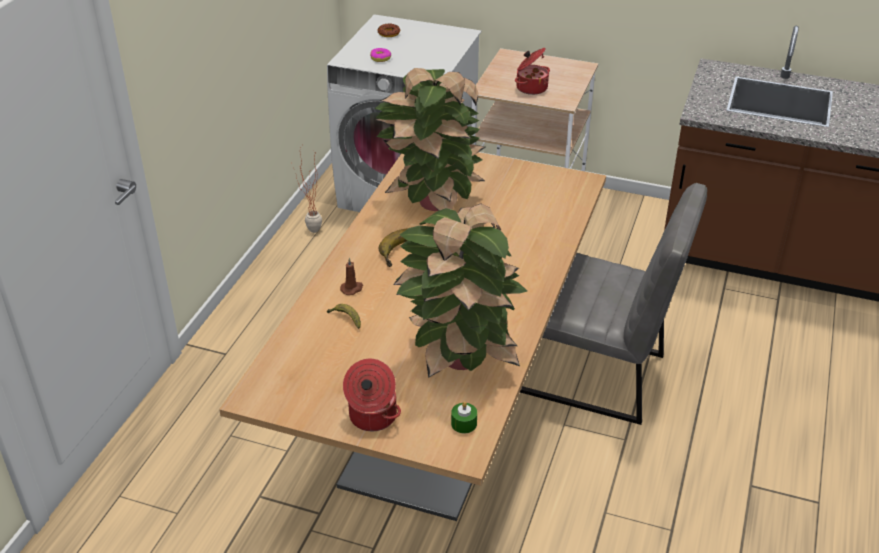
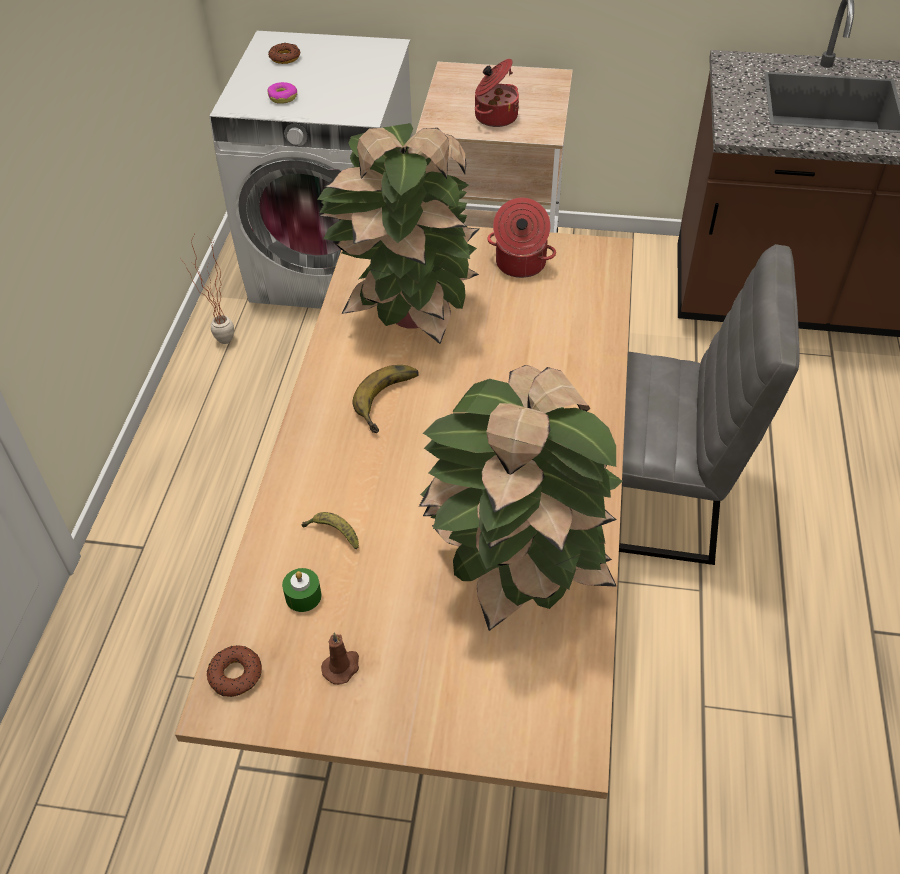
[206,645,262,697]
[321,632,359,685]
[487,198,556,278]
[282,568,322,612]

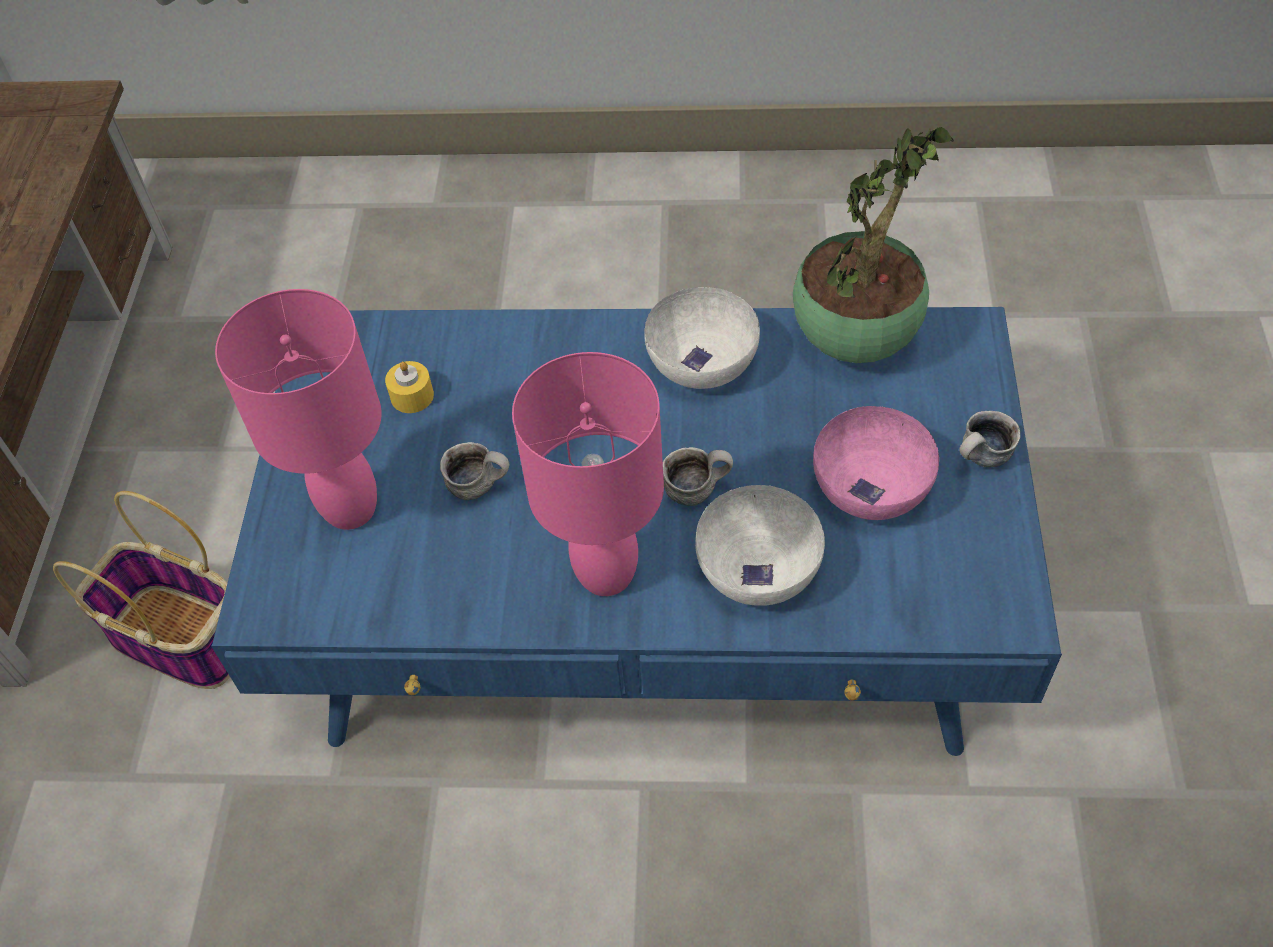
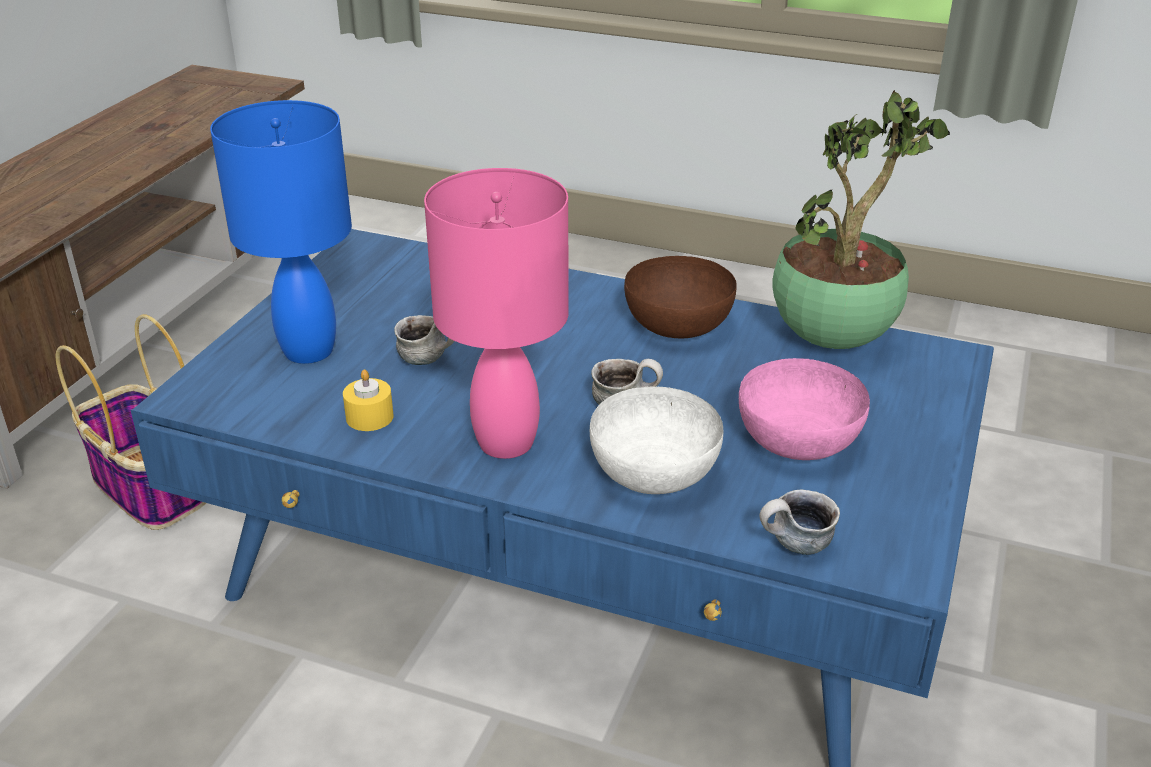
[343,369,394,431]
[760,489,840,555]
[210,100,352,364]
[624,256,737,338]

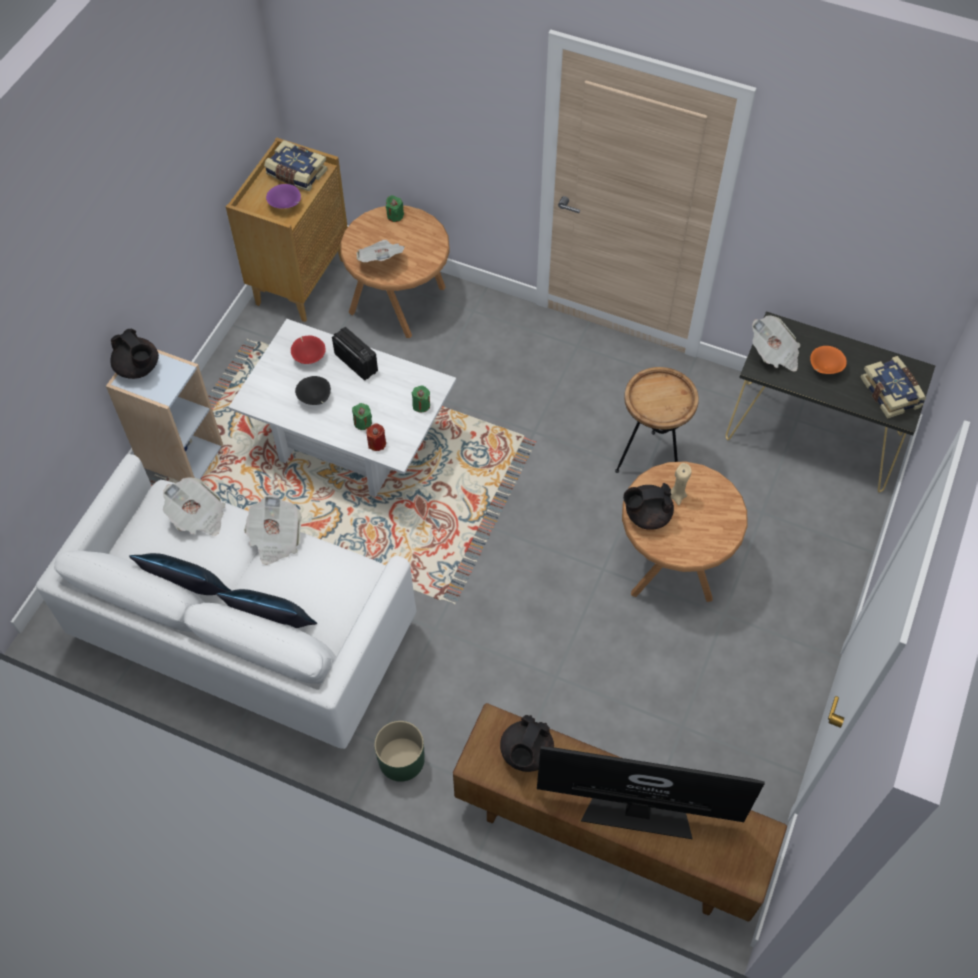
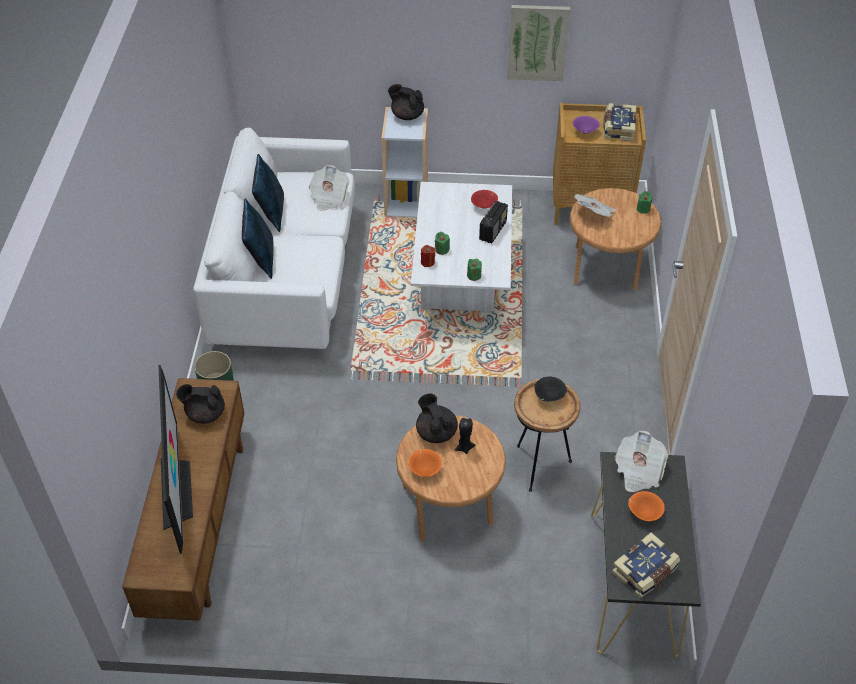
[244,495,302,565] (first image)
[409,449,442,477]
[507,5,570,81]
[534,376,567,402]
[455,418,476,454]
[388,84,424,120]

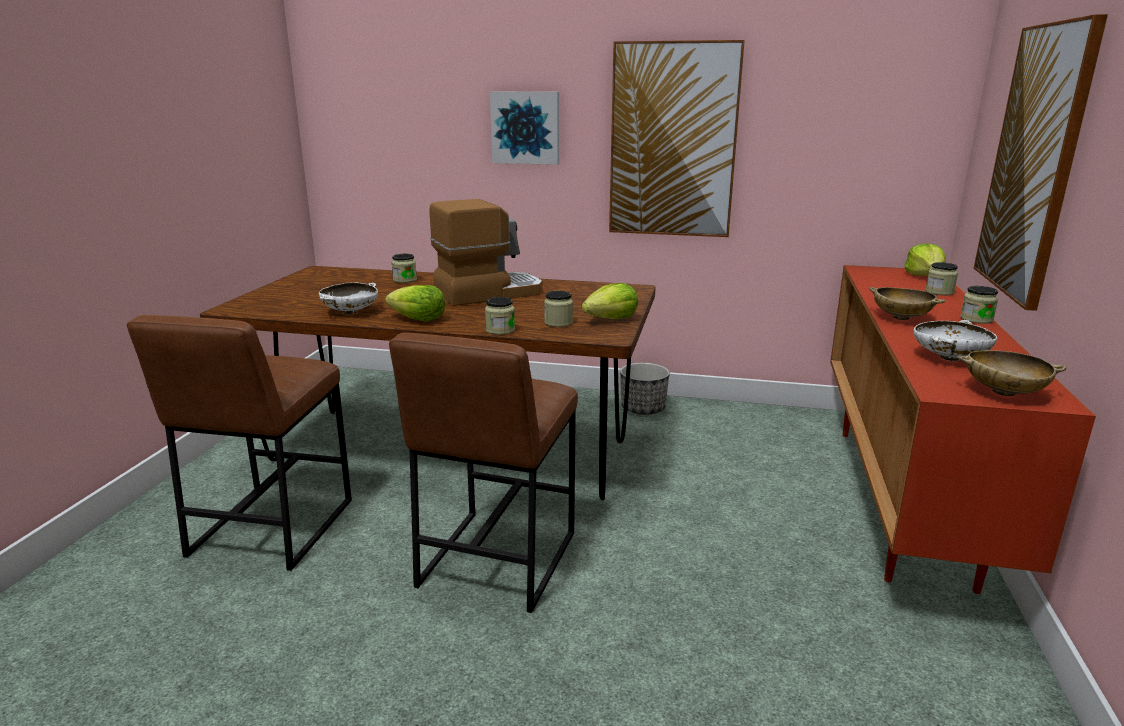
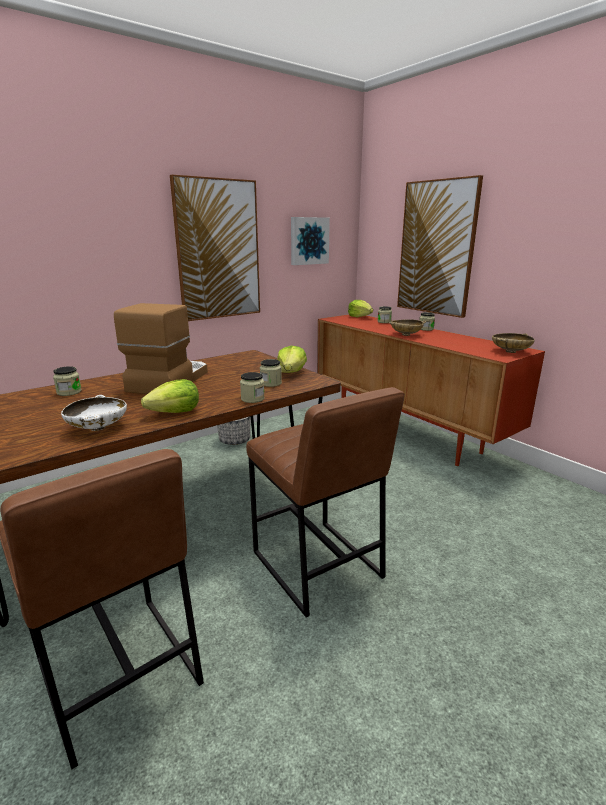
[913,320,997,361] (first image)
[291,217,330,265]

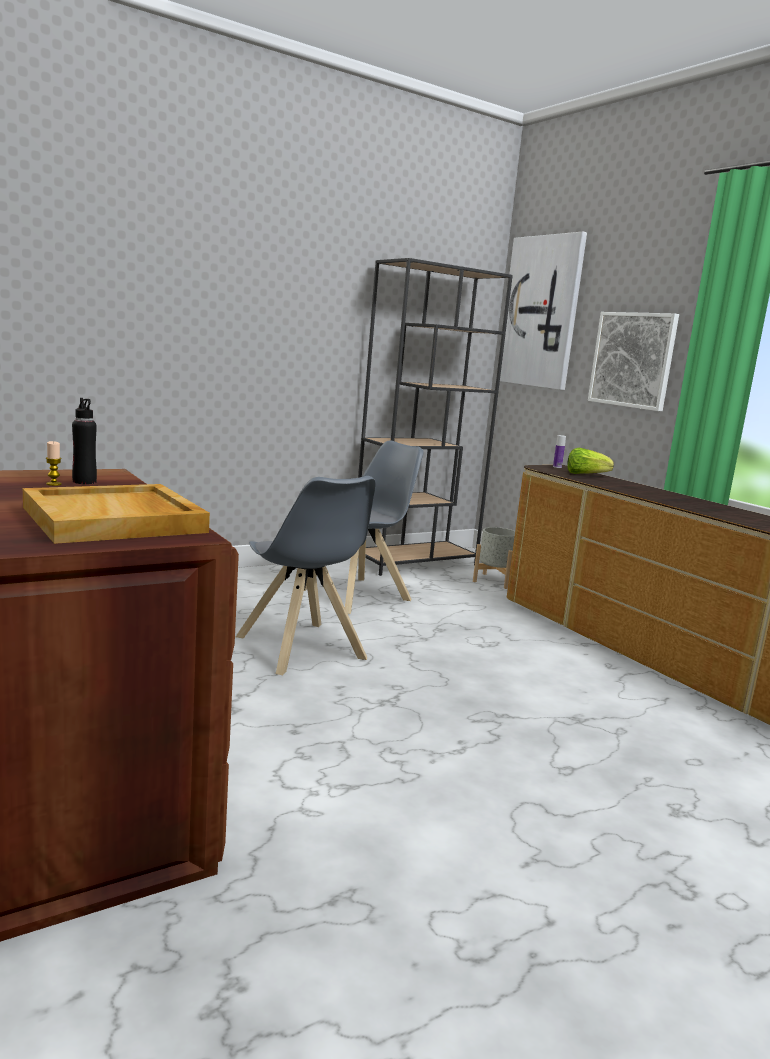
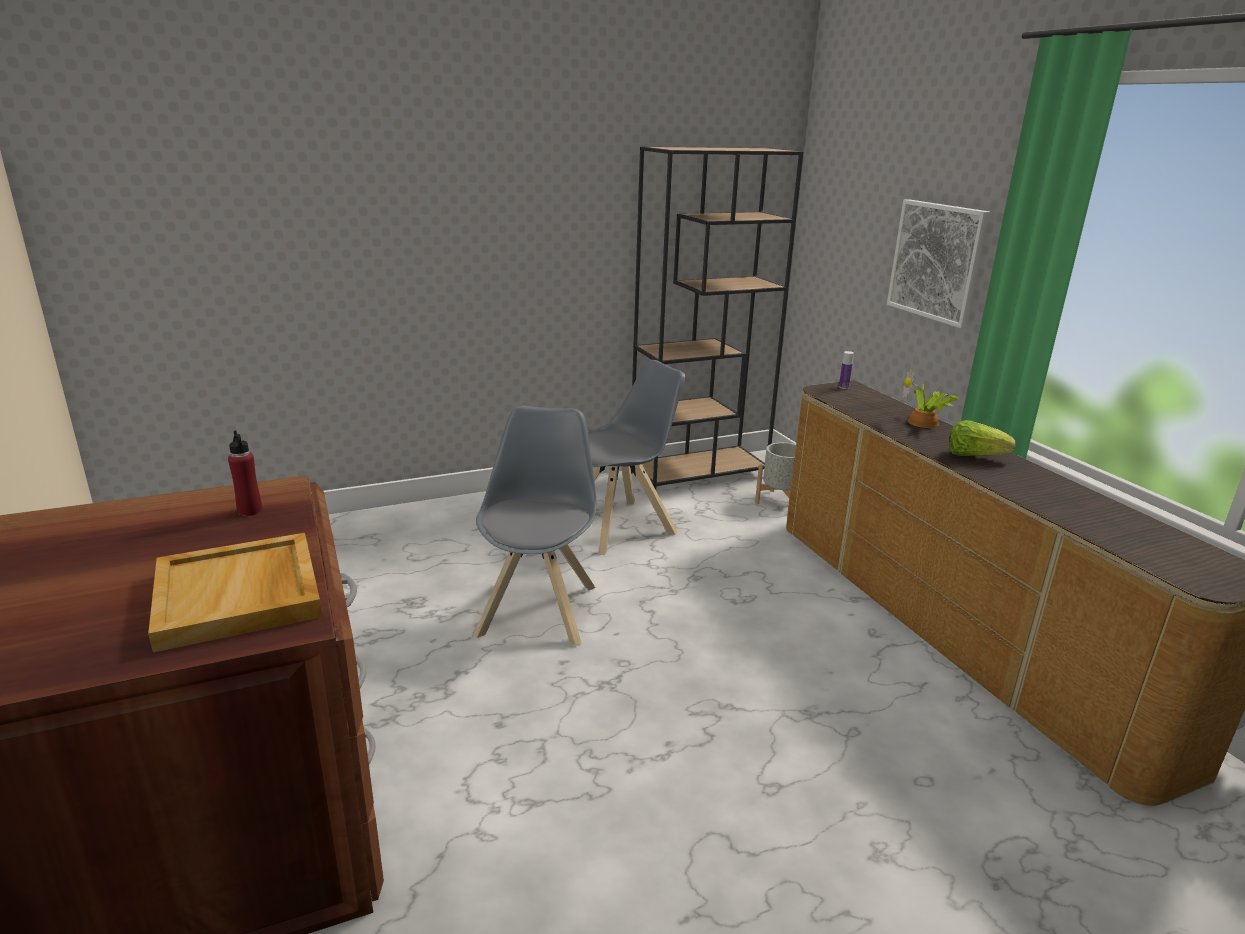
[46,441,62,486] (first image)
[500,232,587,390] (first image)
[903,367,959,428]
[949,420,1016,456]
[228,431,262,516]
[474,406,596,647]

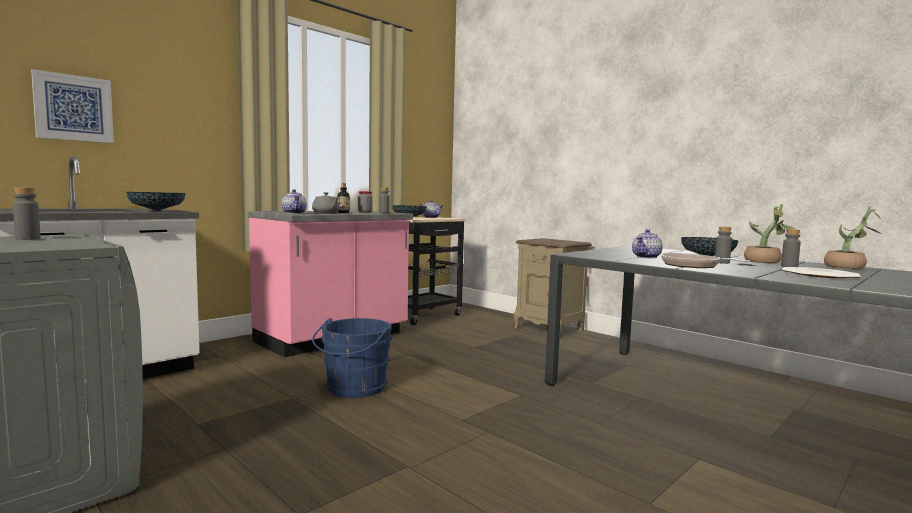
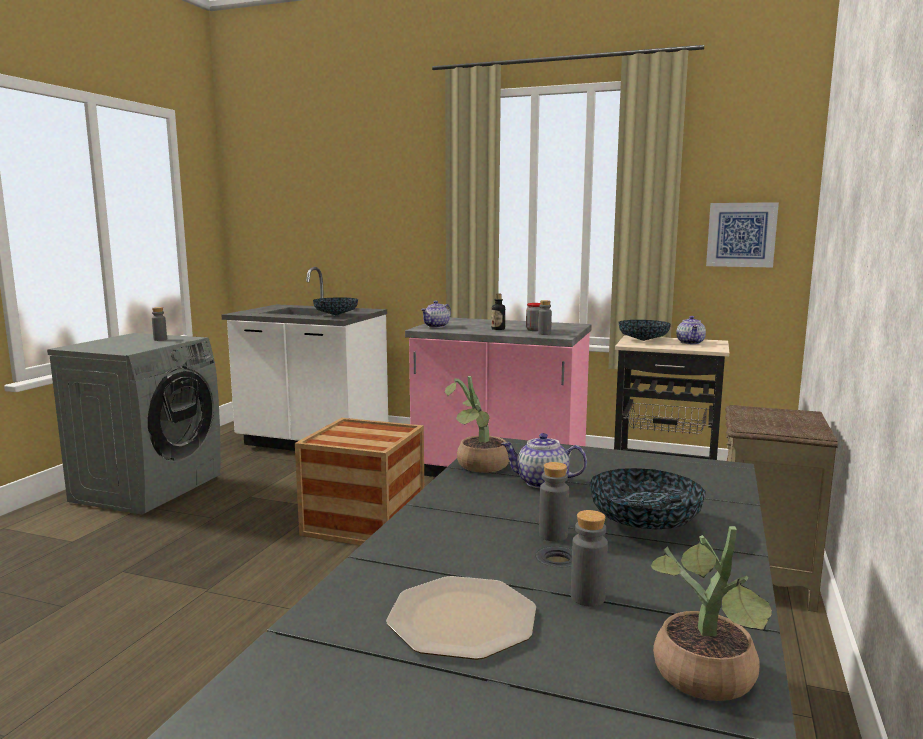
[312,192,340,214] (first image)
[661,253,750,268] (first image)
[706,202,779,267]
[445,376,509,473]
[295,418,424,545]

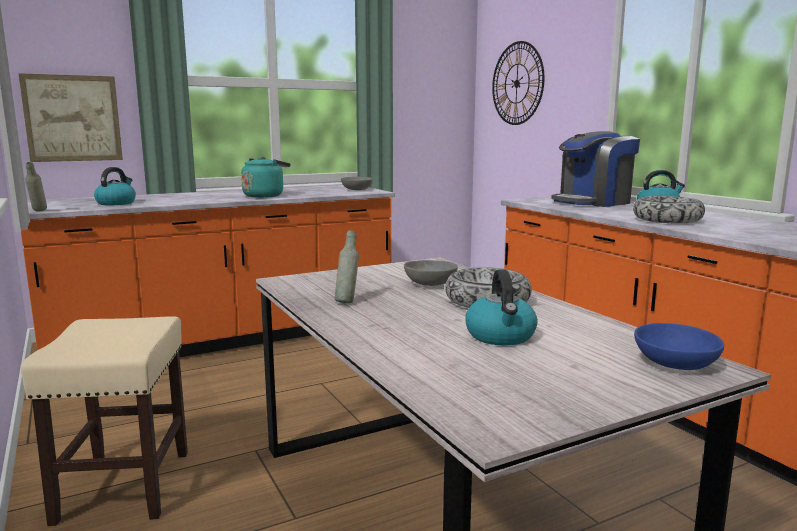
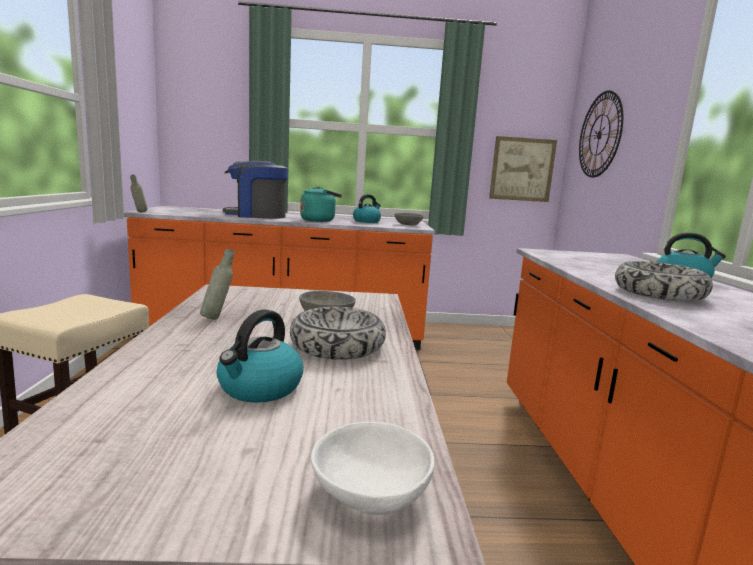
[489,136,557,202]
[353,194,381,223]
[223,161,288,219]
[311,422,435,515]

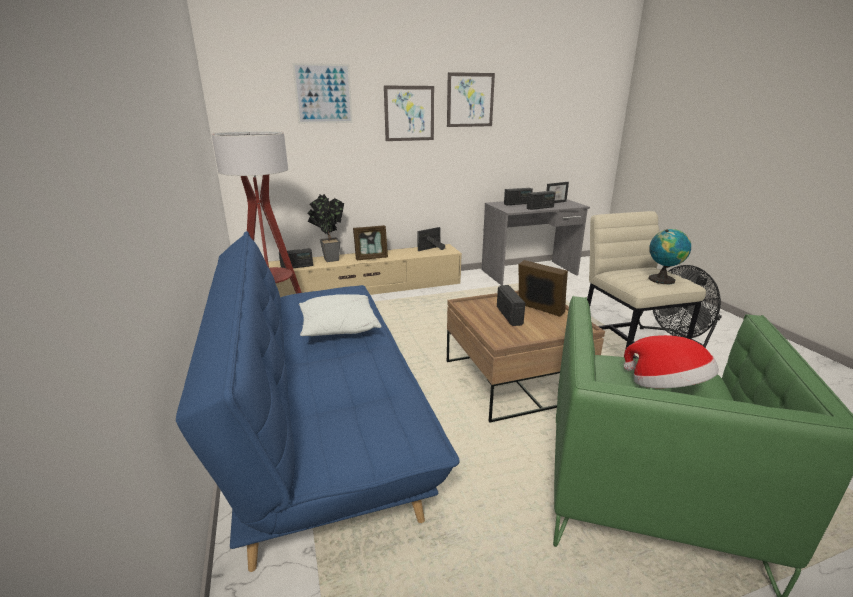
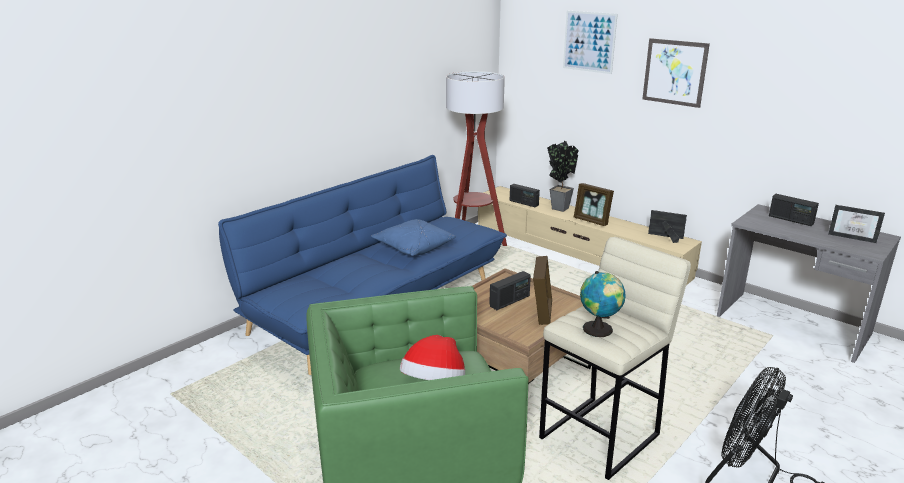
[447,72,495,127] (first image)
[527,191,556,210] (first image)
[371,219,456,256]

